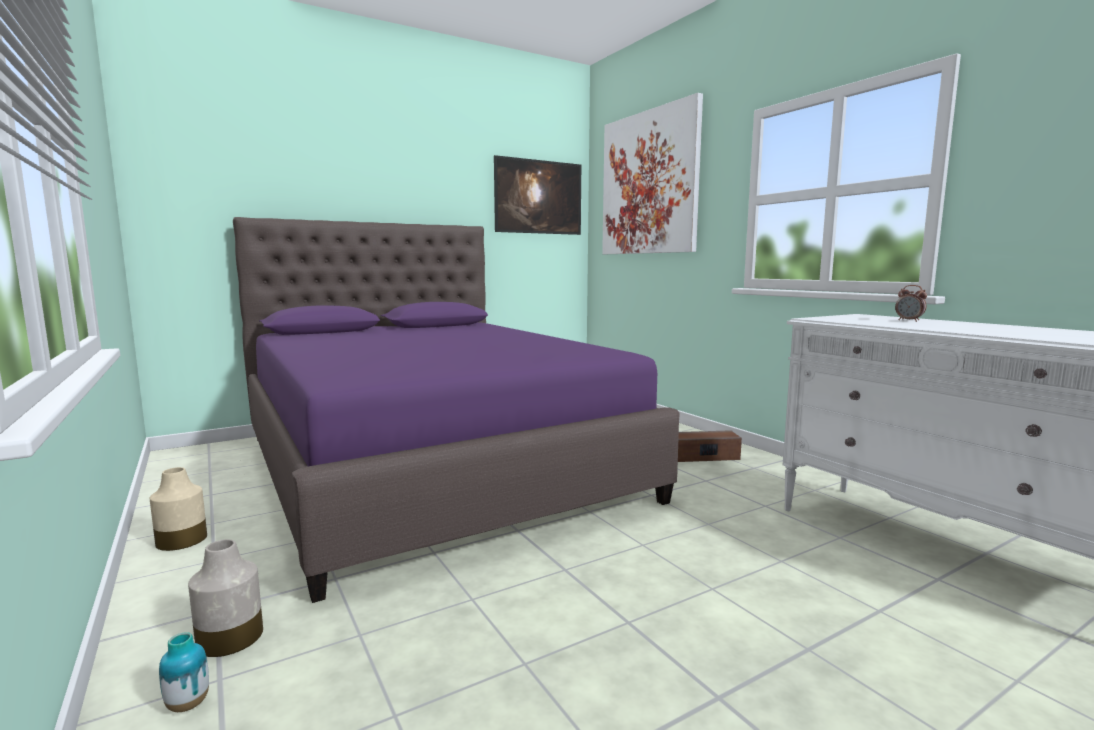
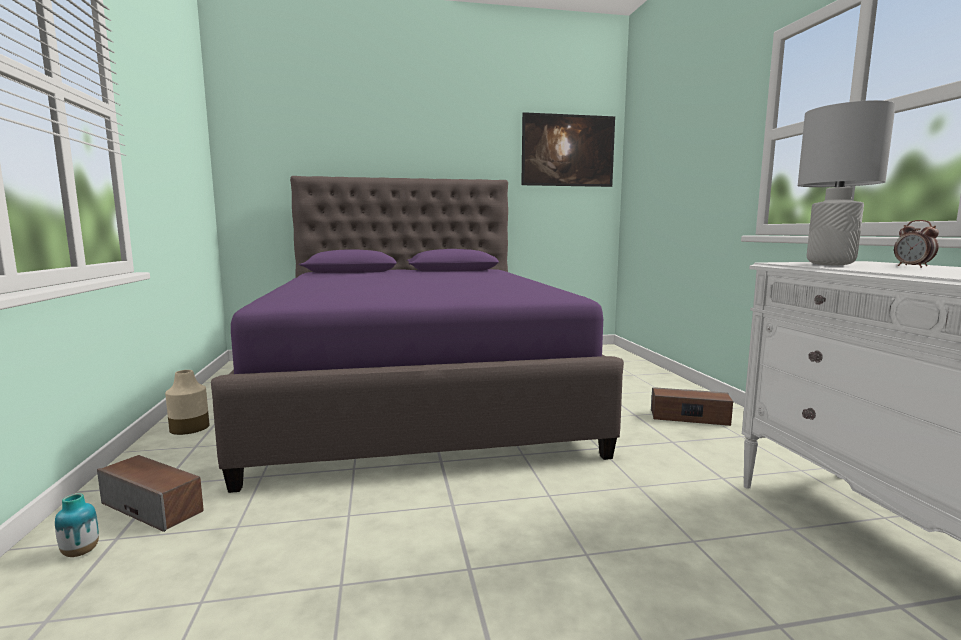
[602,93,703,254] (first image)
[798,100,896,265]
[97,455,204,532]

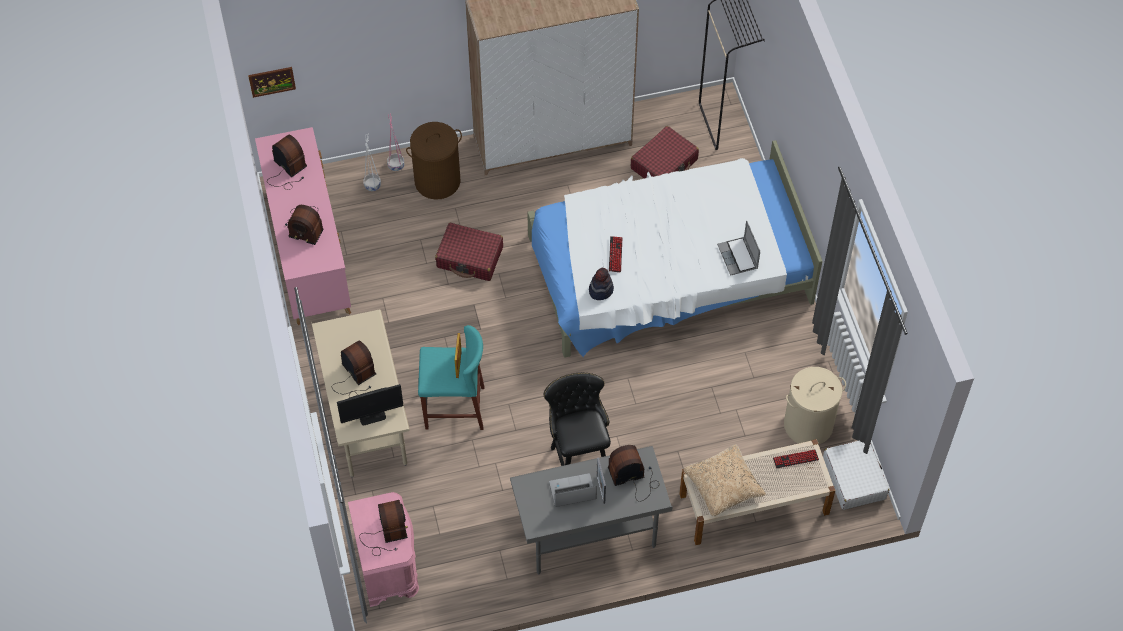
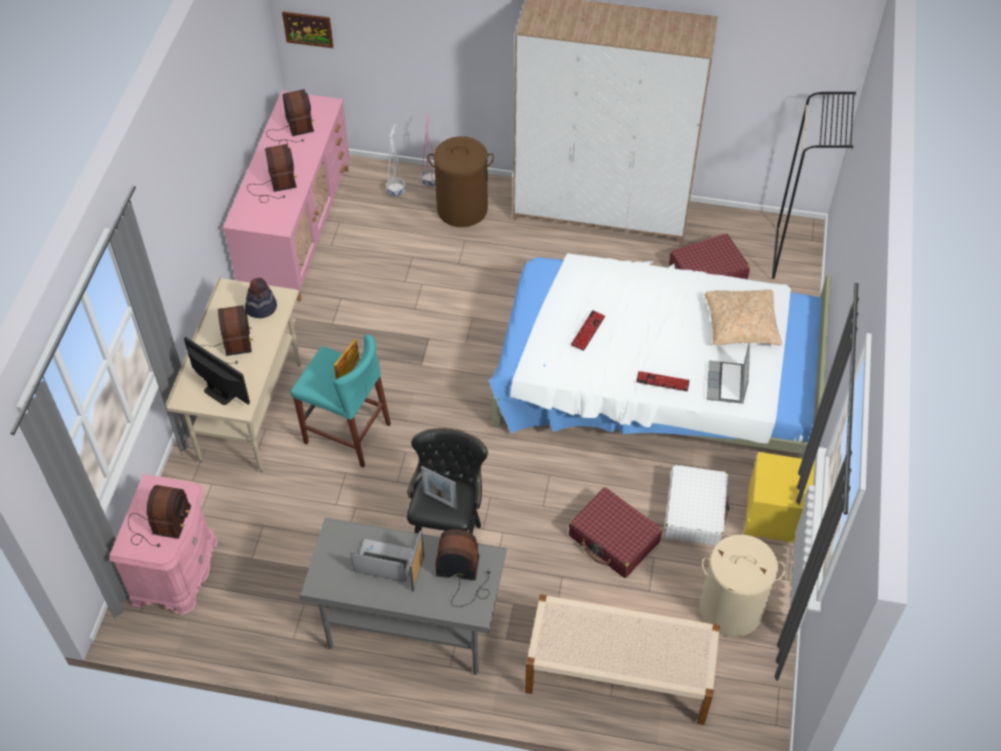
[421,466,457,509]
[744,452,815,543]
[569,487,662,578]
[245,278,277,318]
[704,289,782,346]
[636,371,690,391]
[664,465,729,546]
[247,144,297,203]
[184,337,250,405]

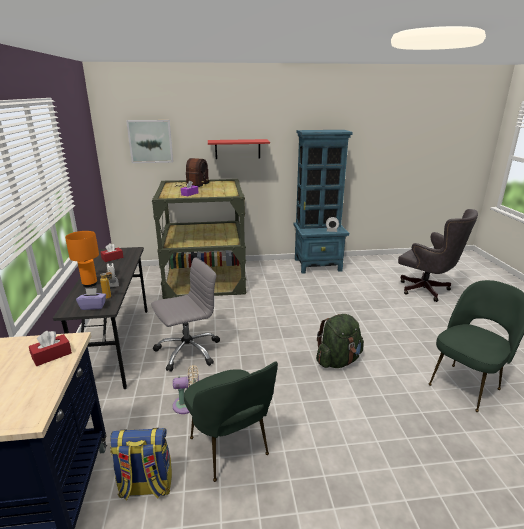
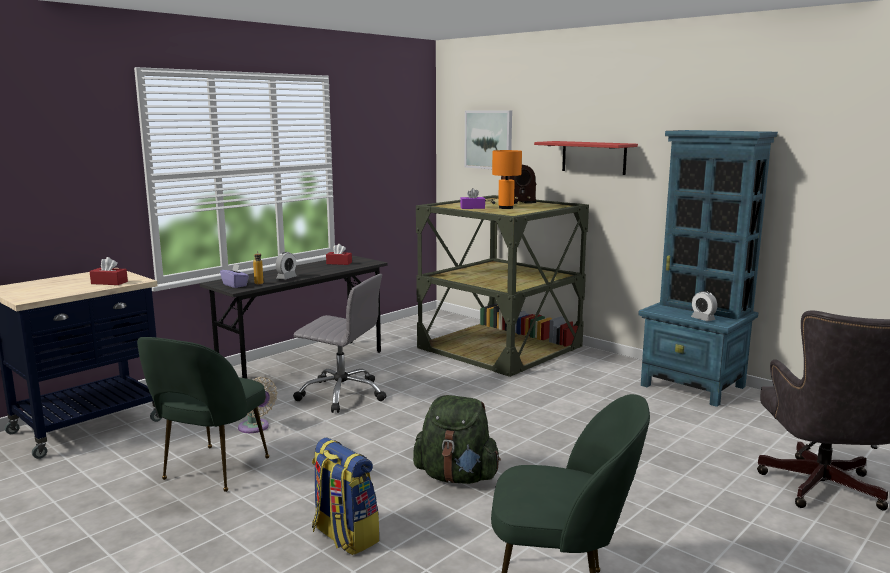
[492,150,522,209]
[312,437,379,555]

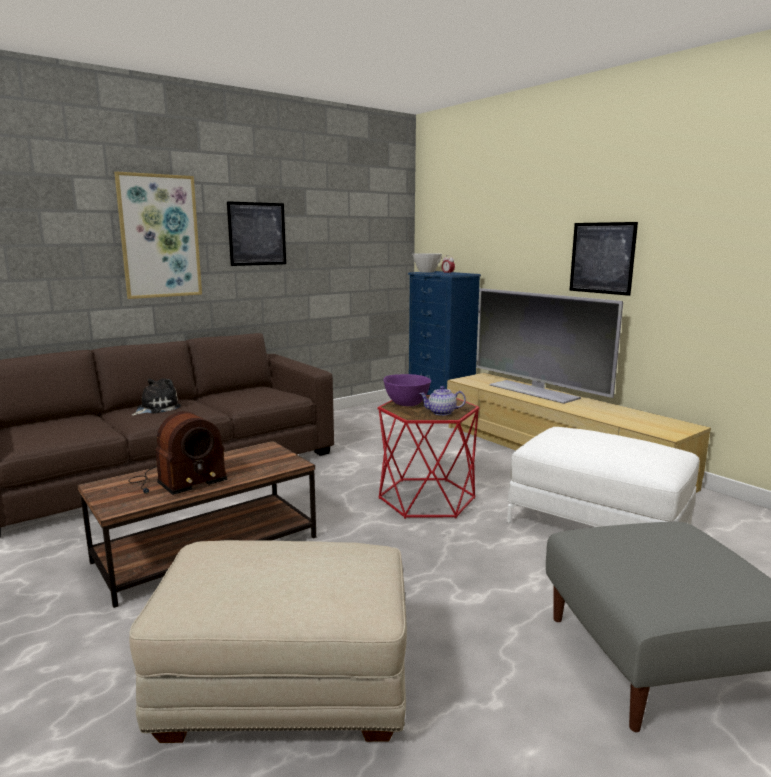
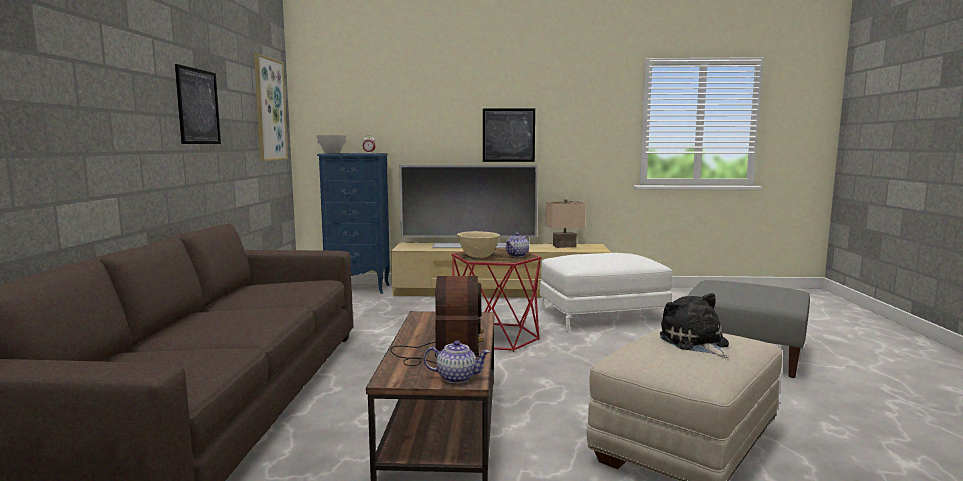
[424,340,490,383]
[546,199,586,248]
[254,53,288,161]
[660,293,729,358]
[457,231,500,258]

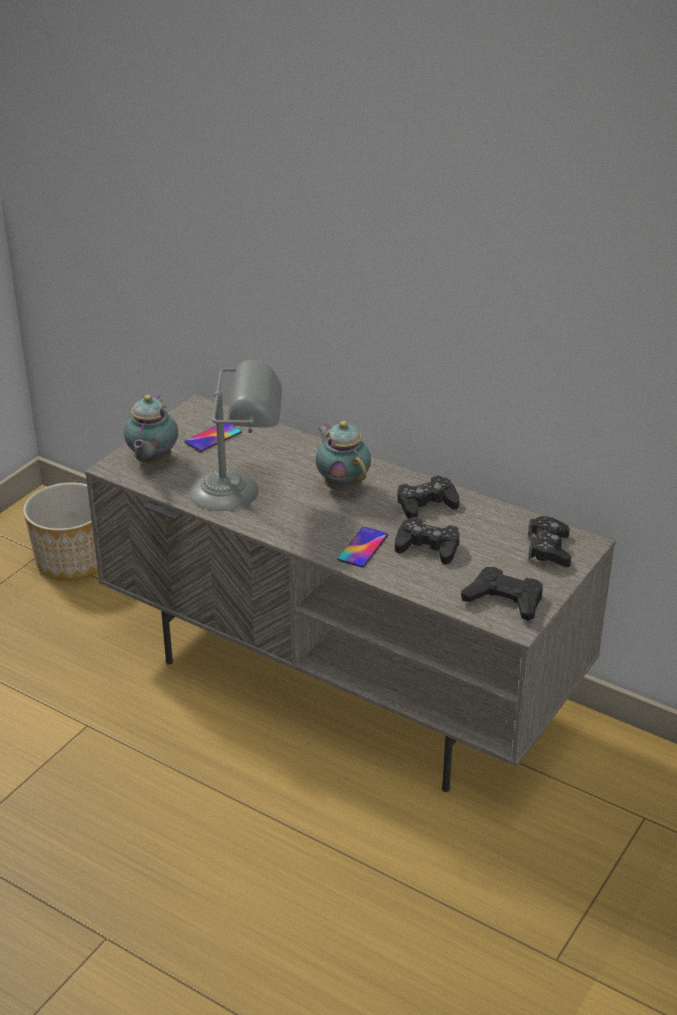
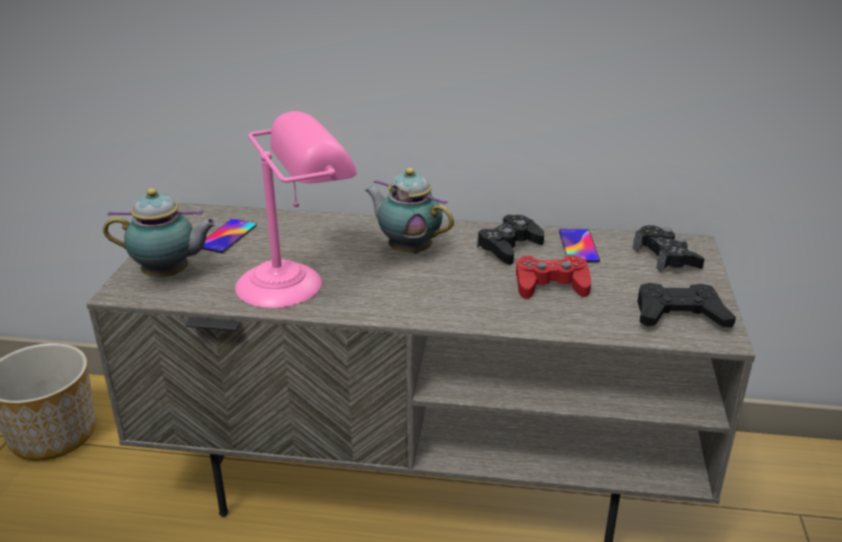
[559,229,600,262]
[235,111,357,308]
[516,254,591,299]
[103,188,218,277]

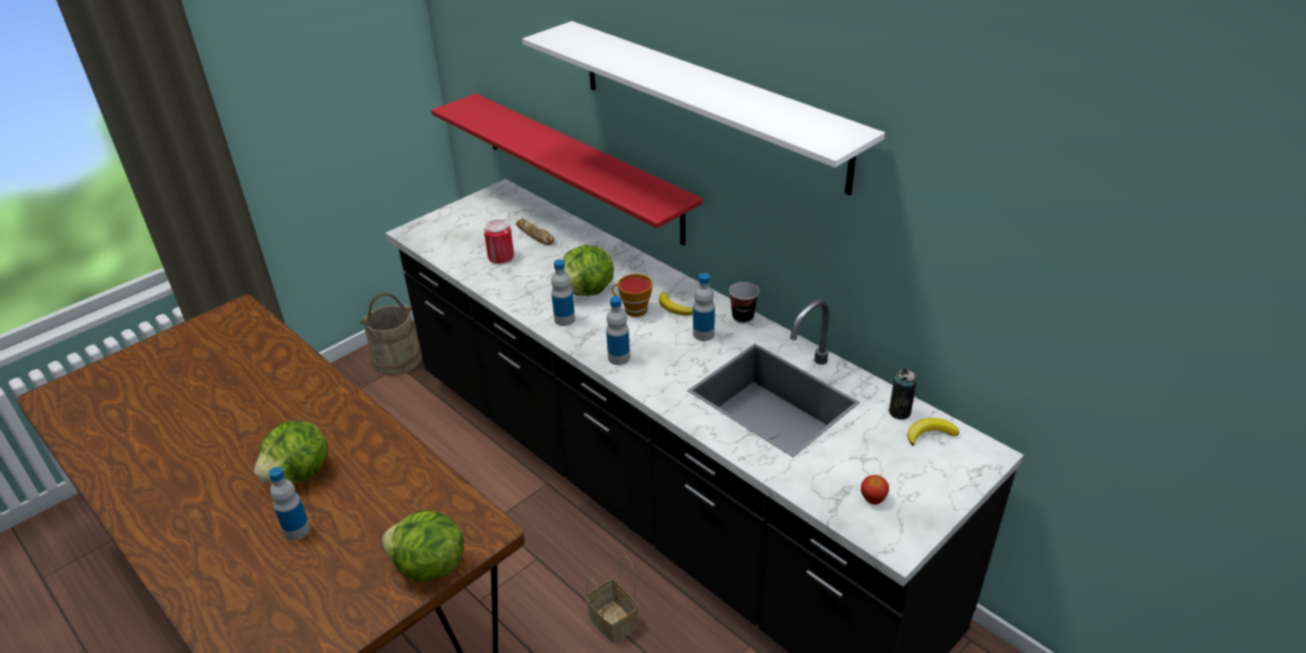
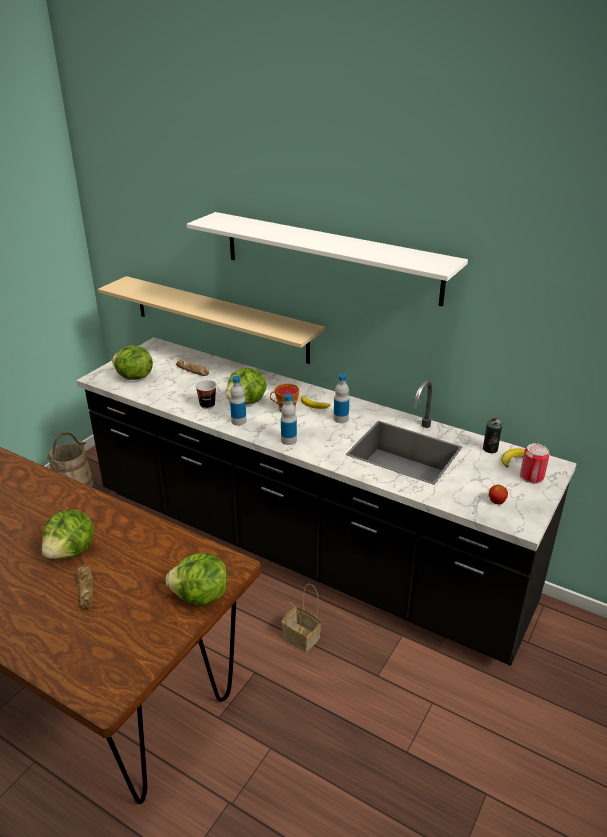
[112,345,153,380]
[520,443,550,484]
[195,380,217,409]
[77,565,93,609]
[98,276,325,364]

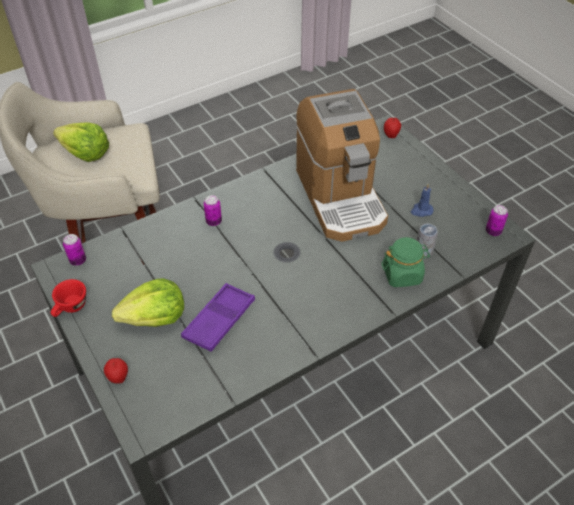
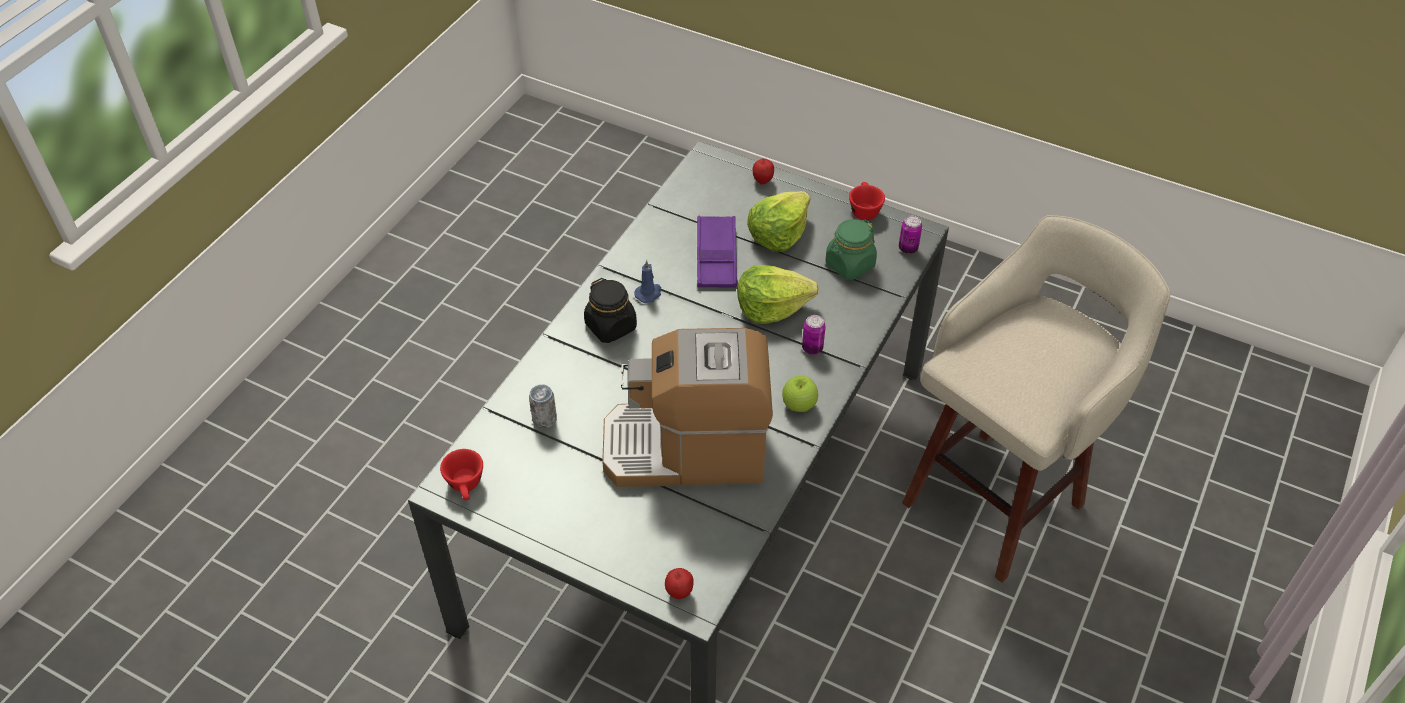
[584,278,637,343]
[782,376,818,412]
[737,265,819,324]
[825,219,877,280]
[634,260,661,303]
[440,449,483,500]
[602,328,773,487]

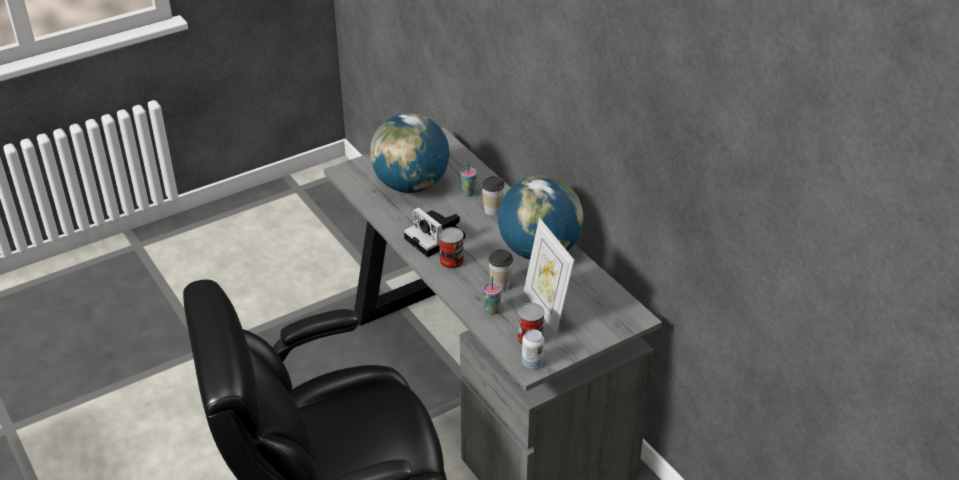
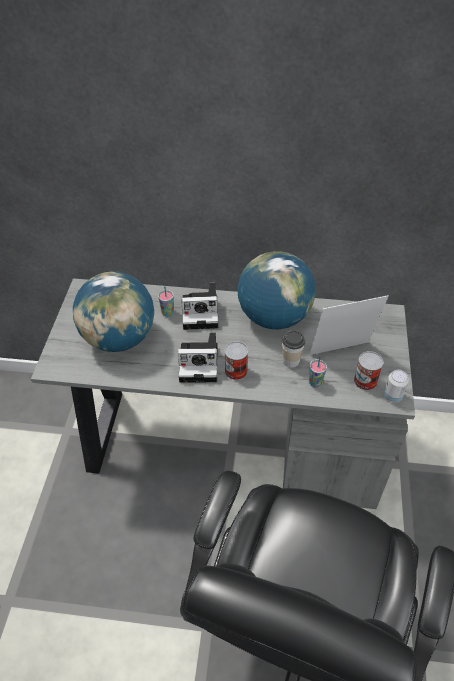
[181,283,218,330]
[309,295,389,355]

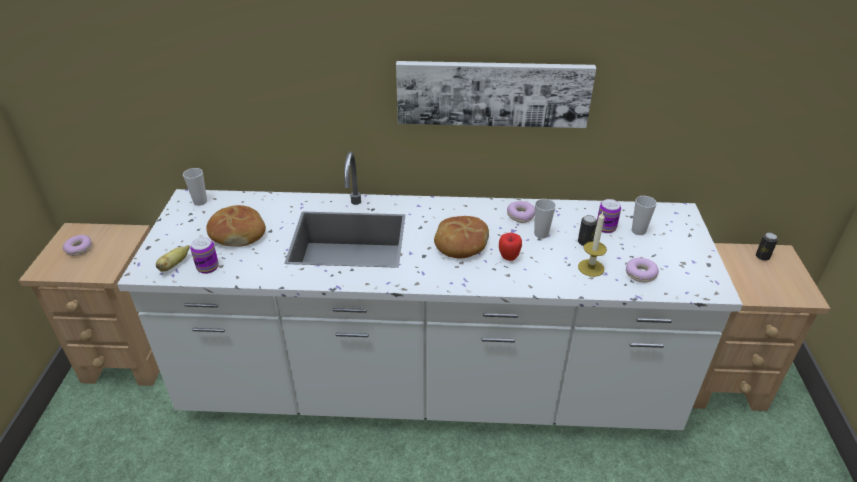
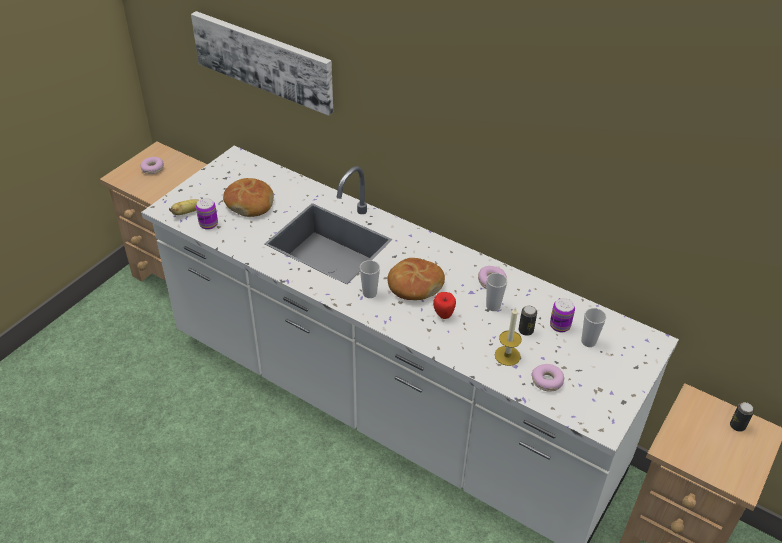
[360,260,380,298]
[191,11,333,116]

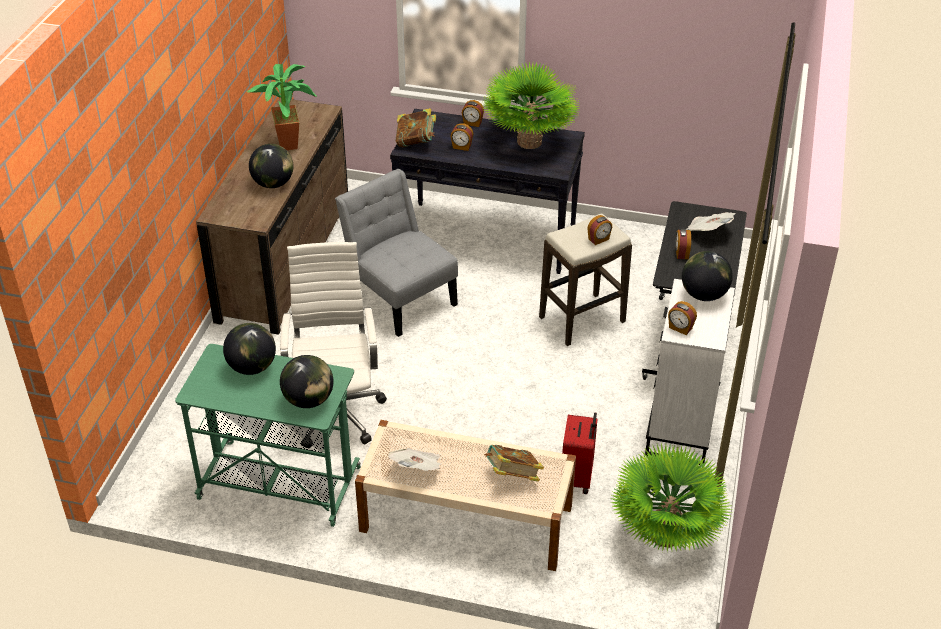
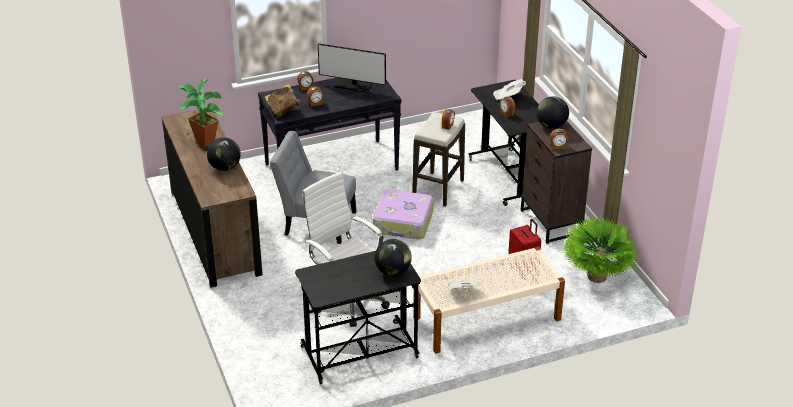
[223,323,276,375] (first image)
[484,445,544,482] (first image)
[372,189,434,239]
[318,43,386,93]
[295,251,421,384]
[520,121,592,244]

